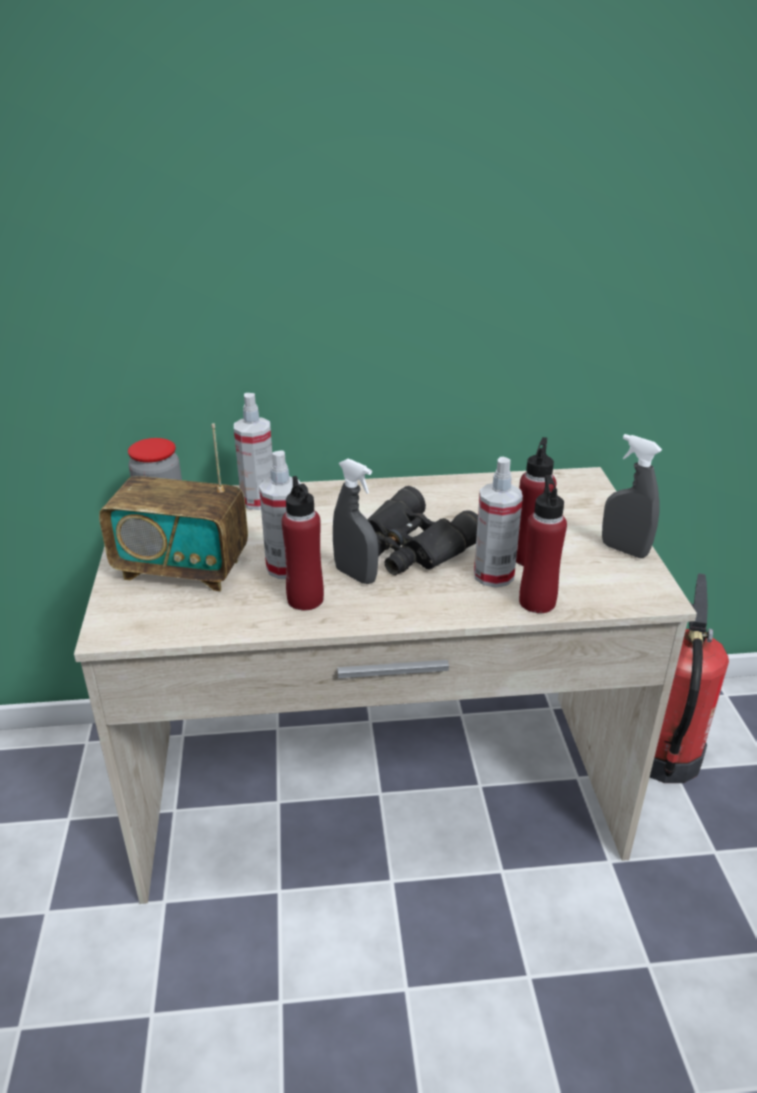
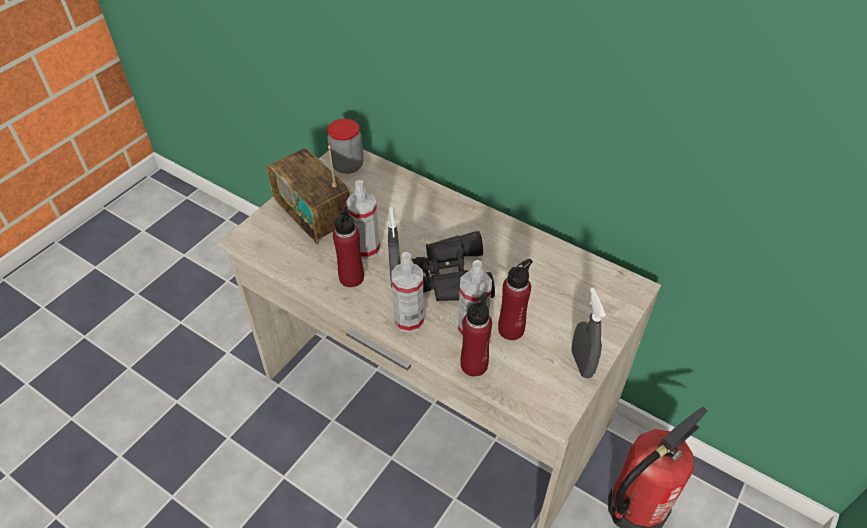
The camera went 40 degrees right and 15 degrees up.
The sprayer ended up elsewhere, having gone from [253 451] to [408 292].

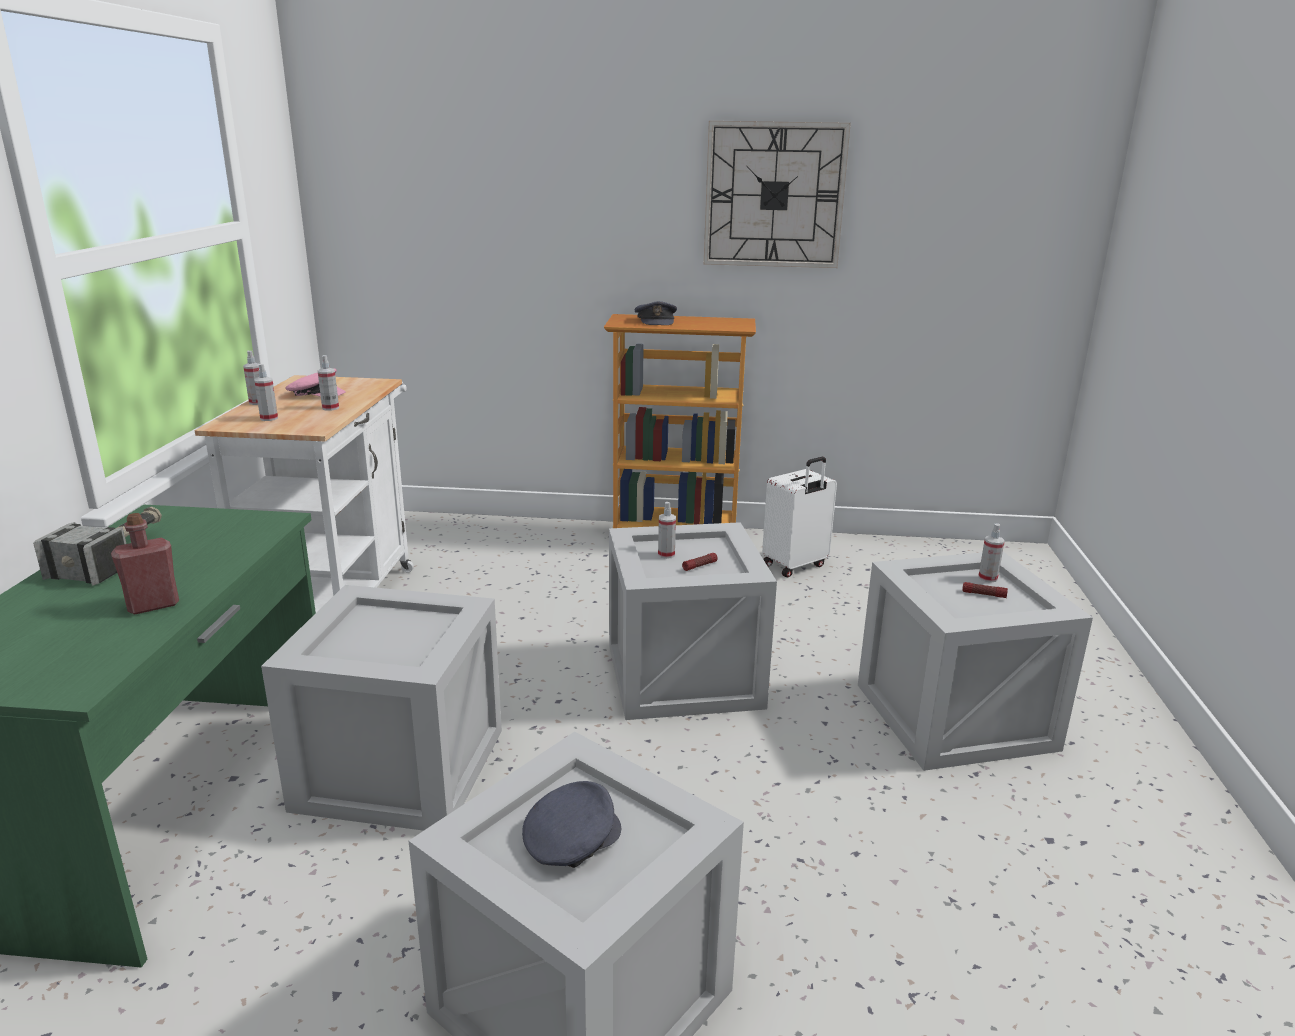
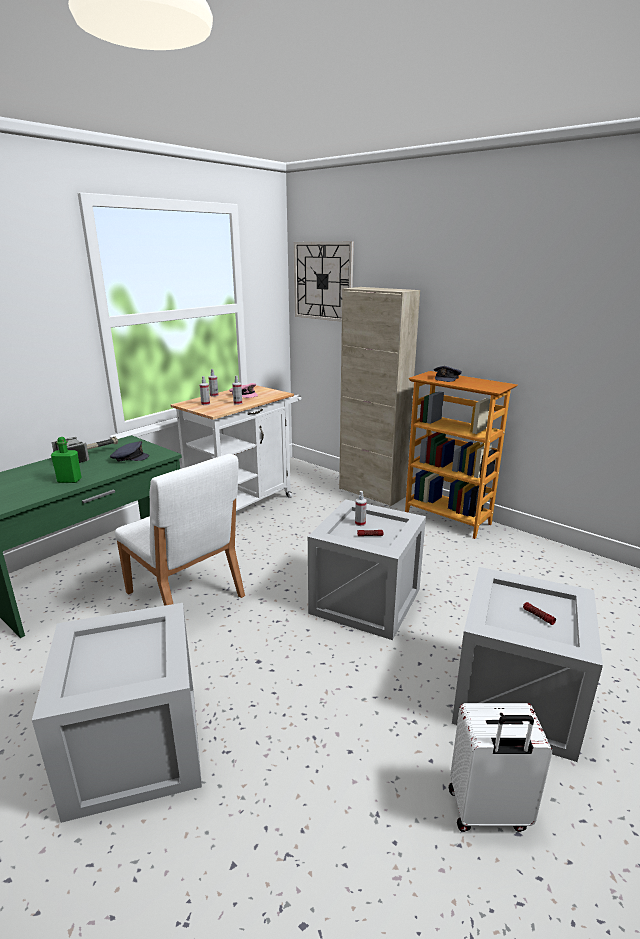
The camera went 35 degrees right and 0 degrees up.
What was the red drink bottle at [145 564] turned into the green-coloured drink bottle at [66 460].
Where the shipping crate stood at [381 708], the whitish upright chair came to stand at [180 530].
The greyish baseball cap ended up elsewhere, having gone from [571 824] to [129 451].
The clock on the wall ended up elsewhere, having gone from [777 194] to [324 282].
The whitish travel case ended up elsewhere, having gone from [799 517] to [501 767].
The second view lost the sprayer at [991 553].
The second view gained the beige-coloured cabinet at [379 396].

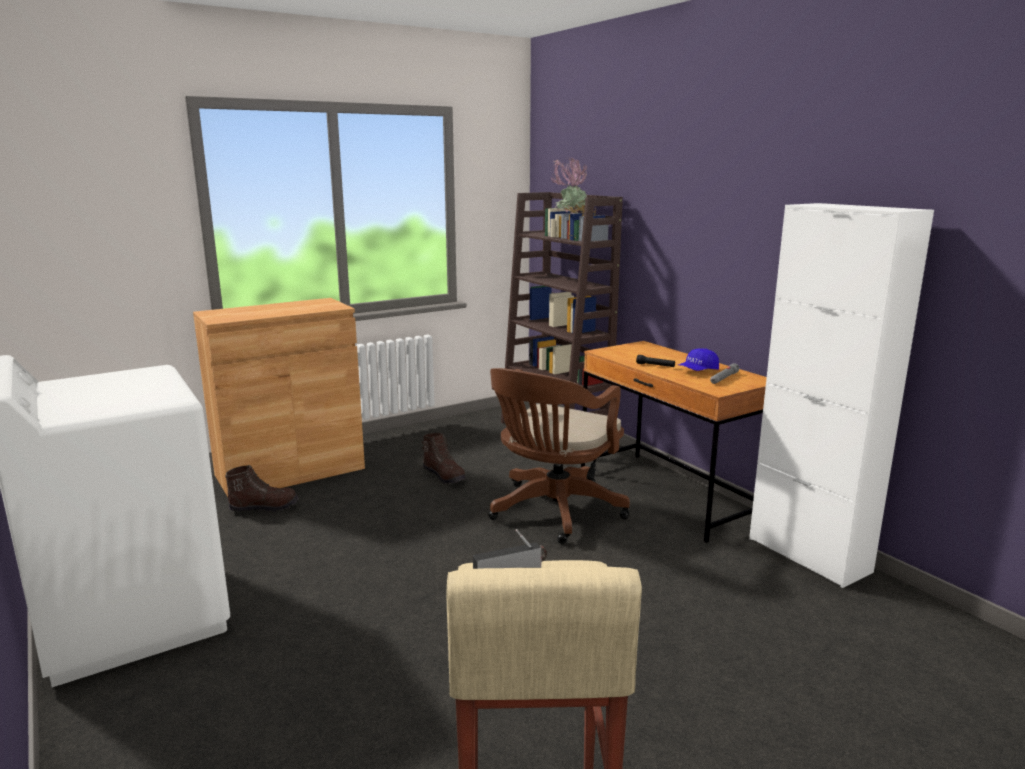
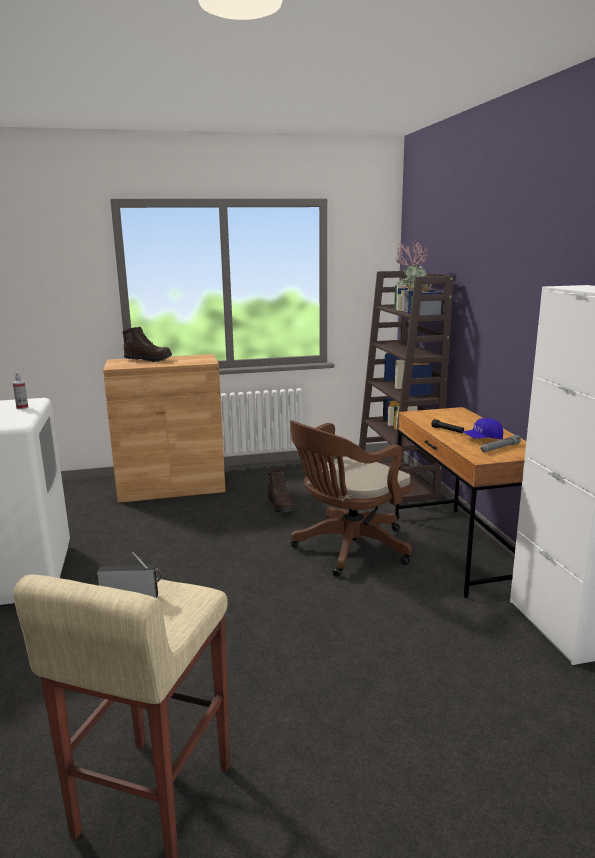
The camera went 20 degrees right and 0 degrees up.
The brown boot ended up elsewhere, having gone from [262 488] to [147 344].
The second view gained the sprayer at [20 390].

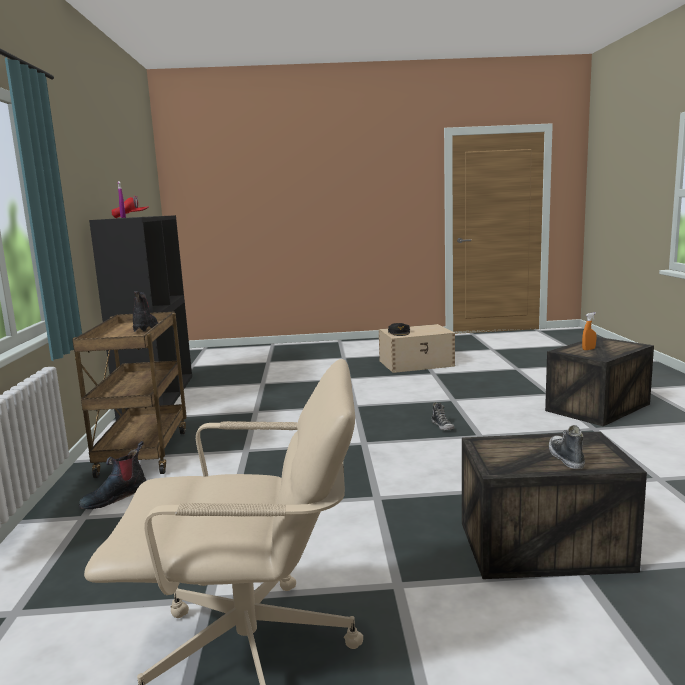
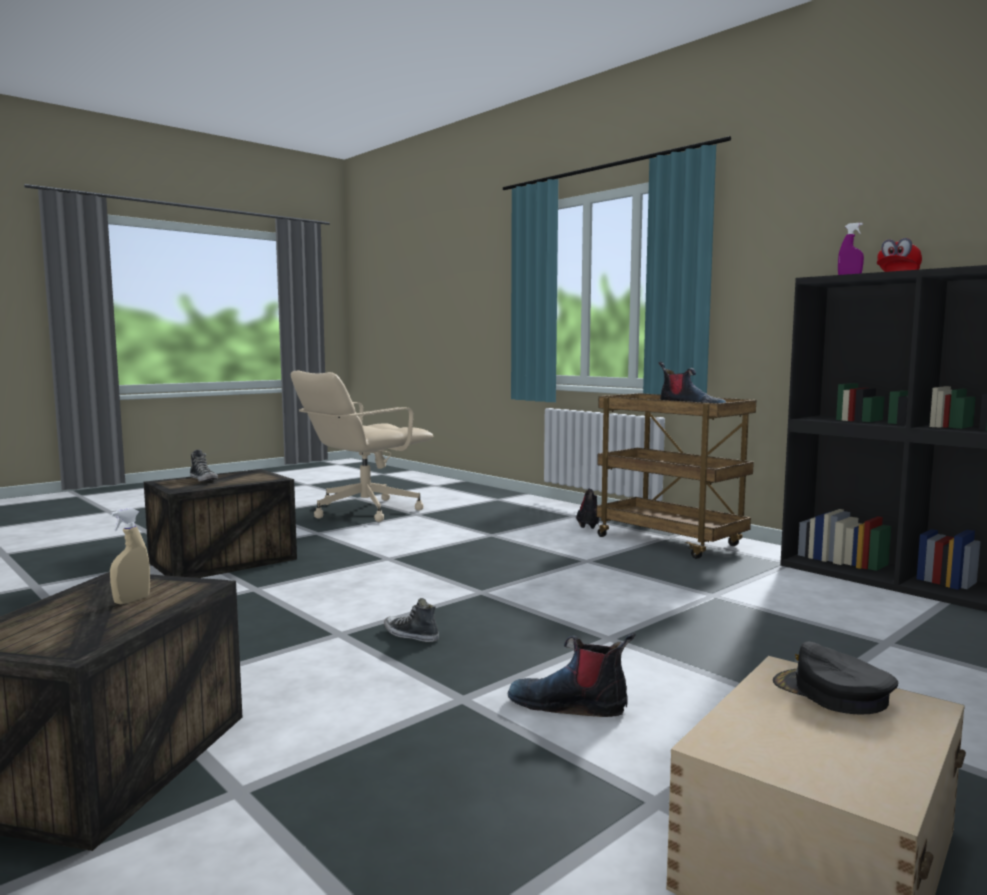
The camera went 140 degrees right and 5 degrees down.
What was the orange-coloured sprayer at [589 331] turned into the beige-coloured sprayer at [130 556].
The second view gained the boot at [572 675].

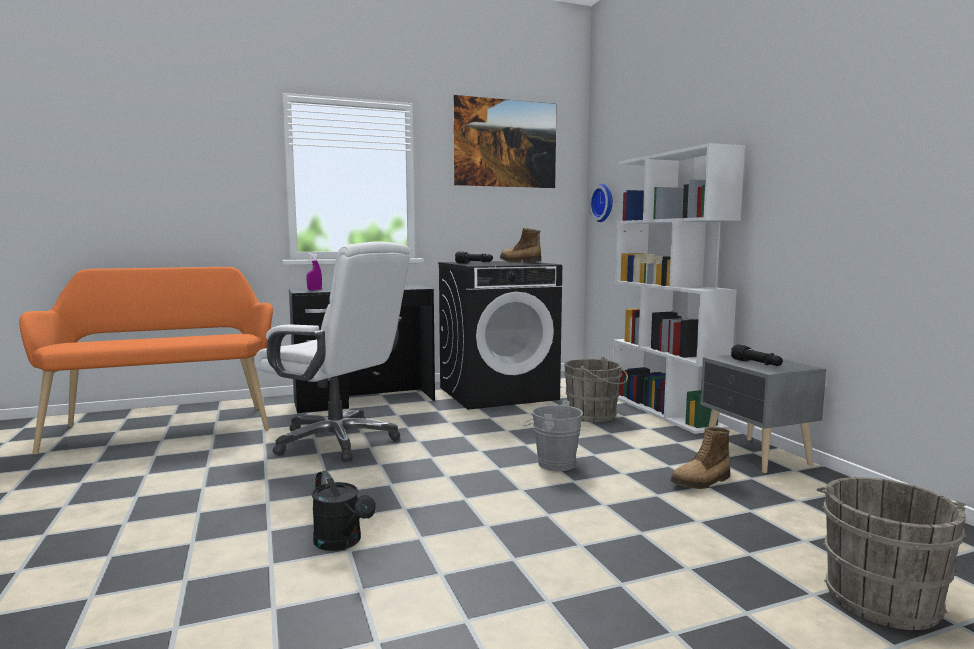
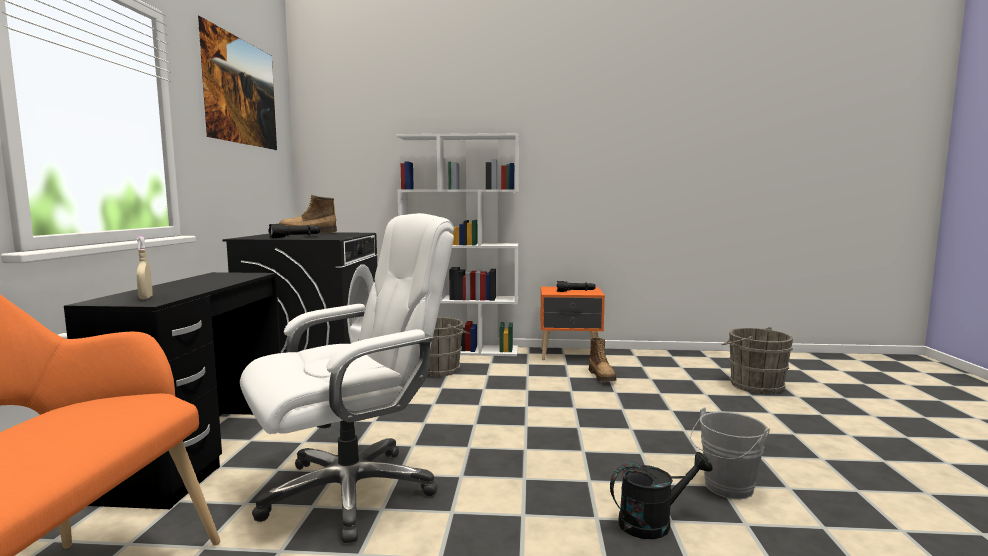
The camera went 65 degrees left and 0 degrees up.
What was the purple-coloured sprayer at [314 271] turned into the beige-coloured sprayer at [144 267].
The greyish bucket ended up elsewhere, having gone from [553 435] to [730 453].
The second view lost the clock on the wall at [601 203].
What was the greyish bedside table at [763 414] turned into the orange-coloured bedside table at [572 323].

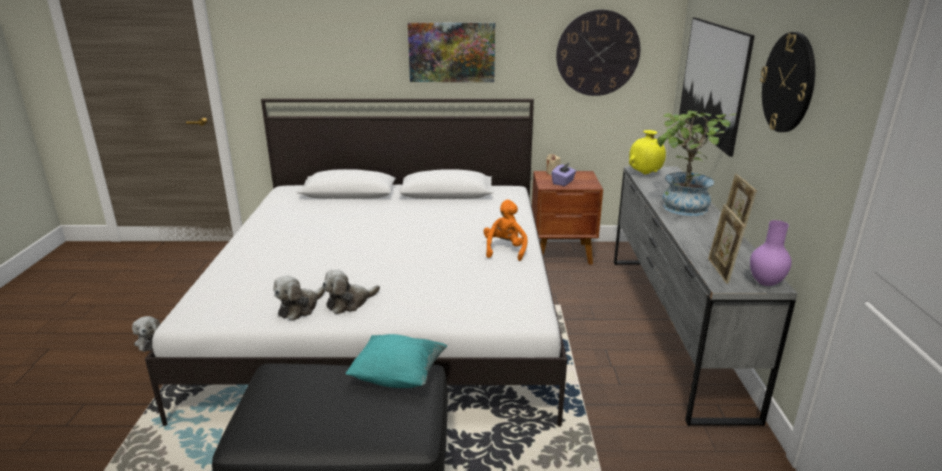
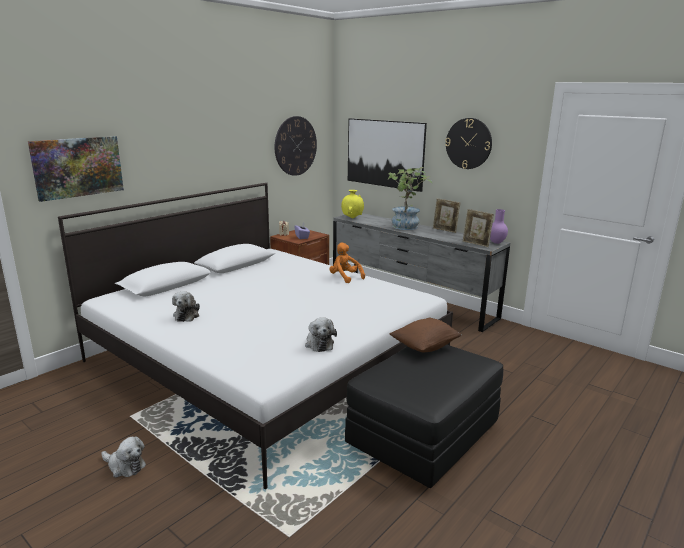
The camera went 50 degrees left and 5 degrees down.
The cuddly toy ended up elsewhere, having gone from [351 291] to [186 306].
What was the turquoise pillow at [396 361] turned into the brown pillow at [425 335].
The wall picture ended up elsewhere, having gone from [451 52] to [76 169].

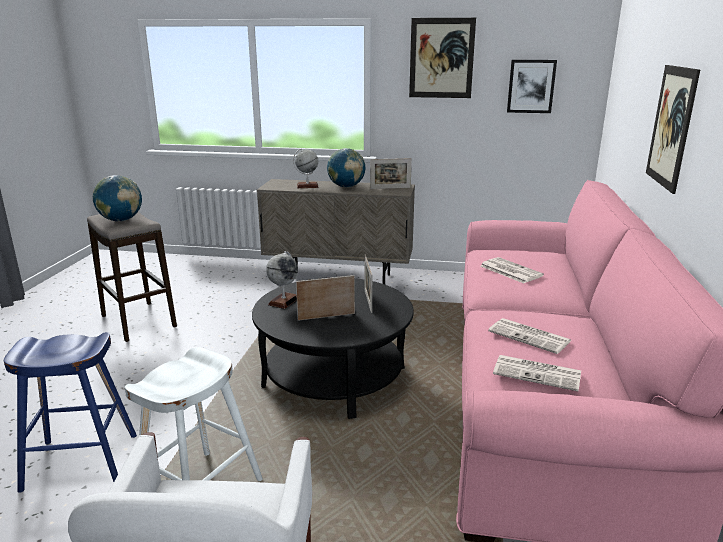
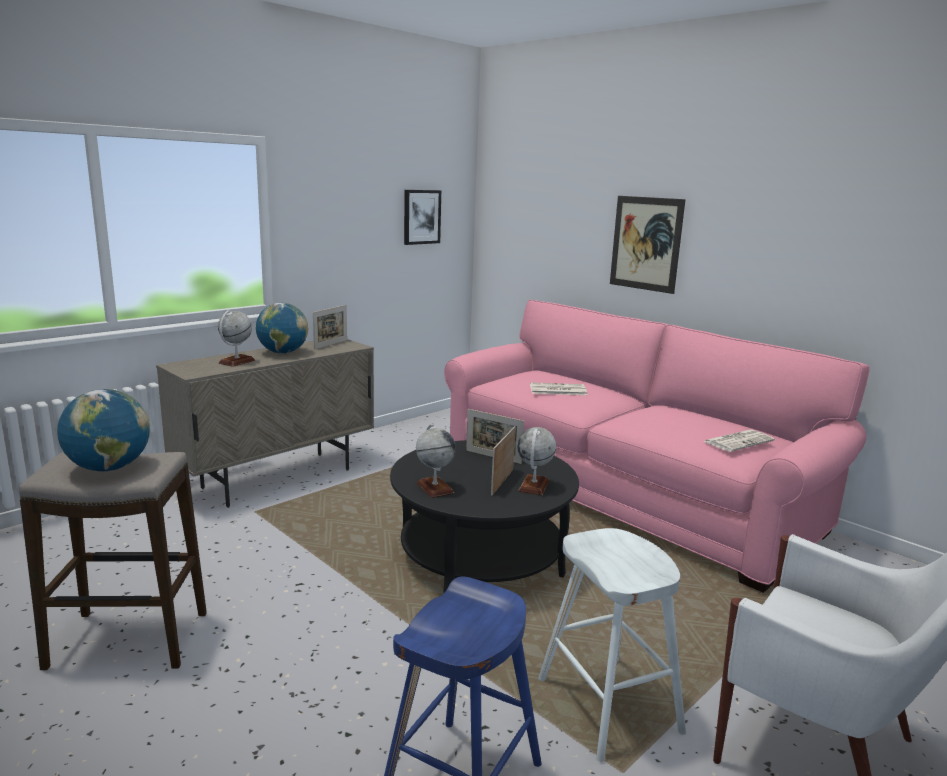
The camera went 55 degrees left and 5 degrees down.
The second view lost the wall picture at [442 58].
The second view lost the printed paper at [529 336].
The second view gained the world globe at [536 461].

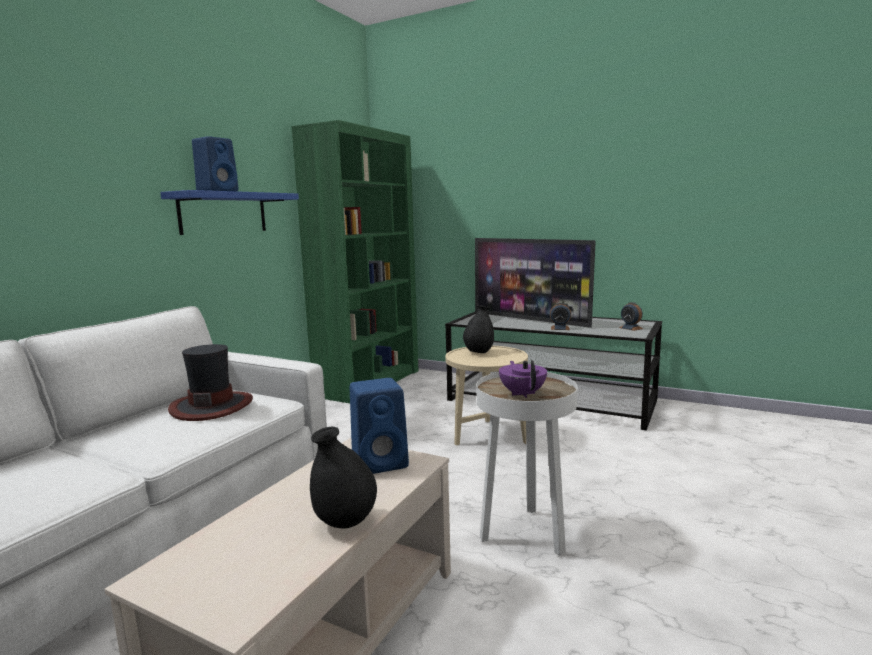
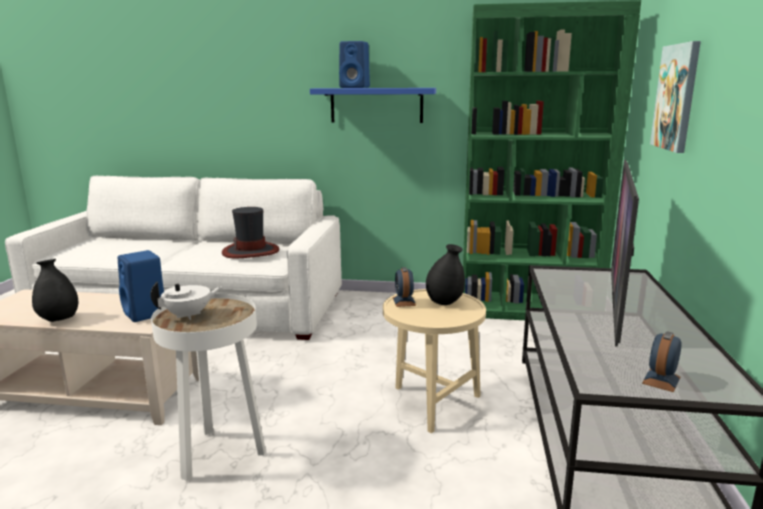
The camera went 70 degrees right and 5 degrees up.
What was the purple-coloured tea pot at [523 379] turned into the whitish tea pot at [186 300].
The alarm clock ended up elsewhere, having gone from [560 316] to [404 287].
The second view gained the wall picture at [675 97].

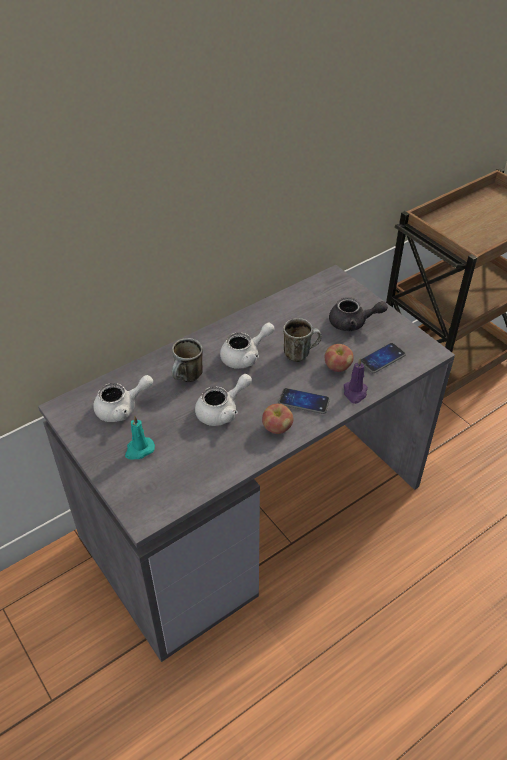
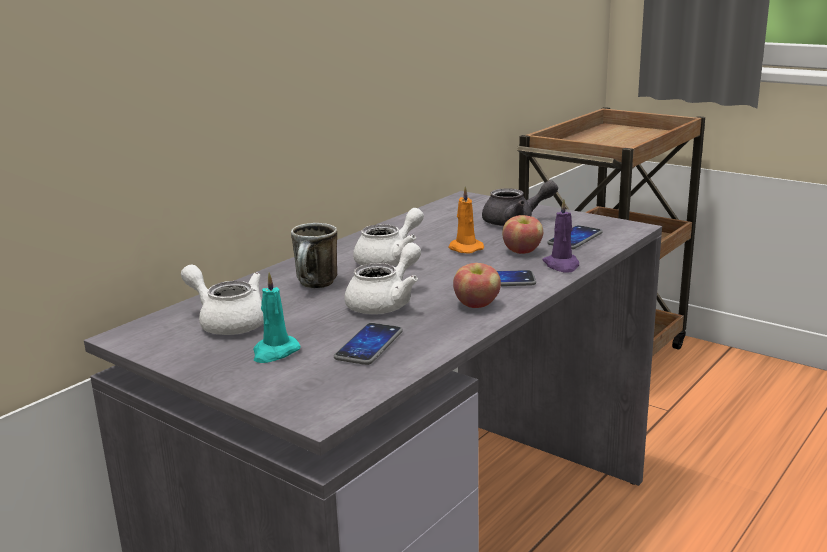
The camera went 15 degrees left and 25 degrees down.
The whitish tea pot at [123 398] ended up facing another way, 105 degrees counterclockwise from before.
Where the mug stood at [302 340], the orange-coloured wax candle came to stand at [466 220].
The second view gained the phone at [368 344].

